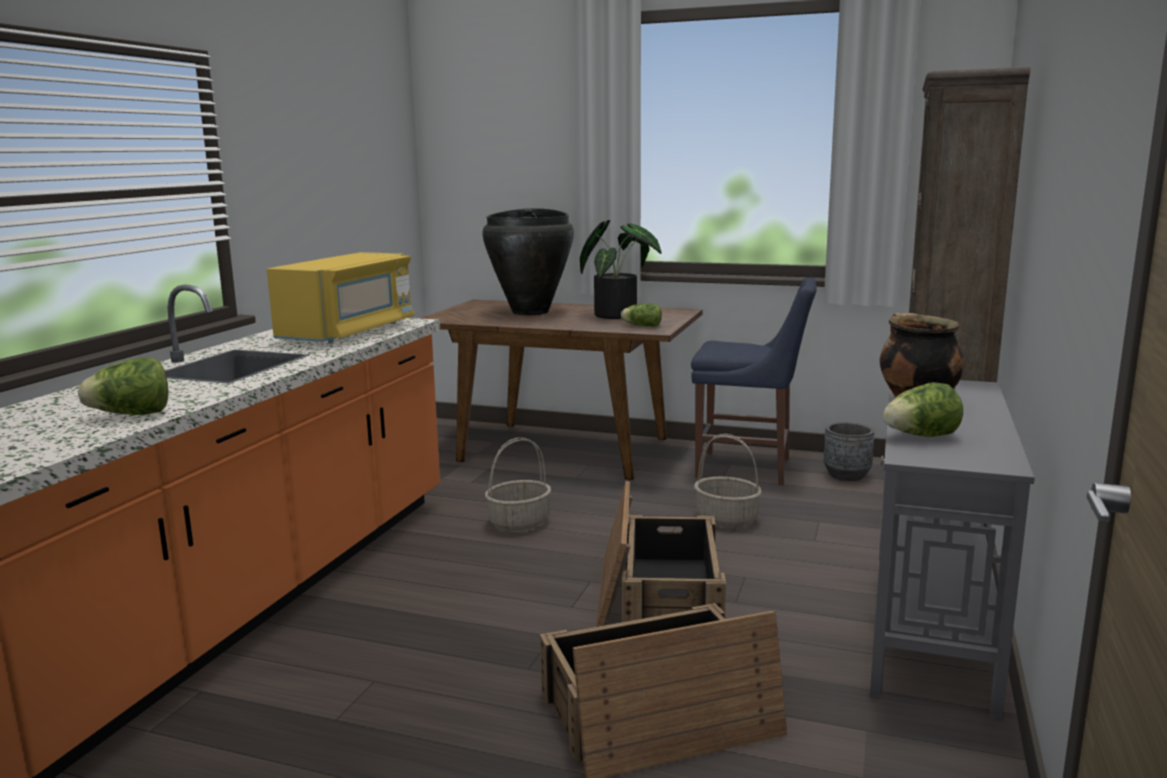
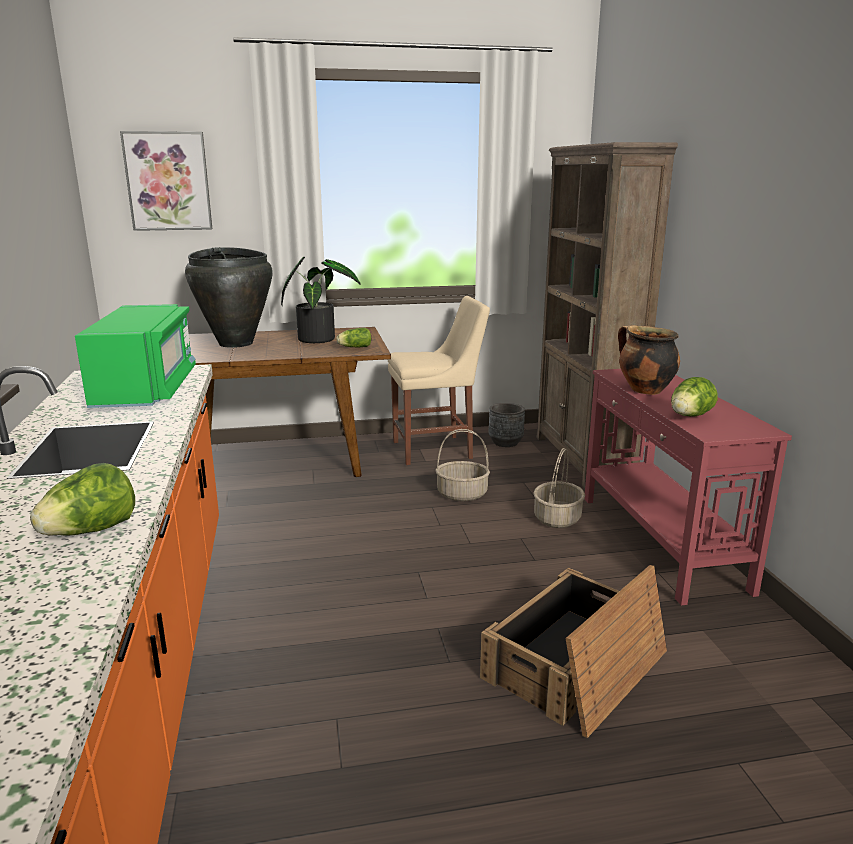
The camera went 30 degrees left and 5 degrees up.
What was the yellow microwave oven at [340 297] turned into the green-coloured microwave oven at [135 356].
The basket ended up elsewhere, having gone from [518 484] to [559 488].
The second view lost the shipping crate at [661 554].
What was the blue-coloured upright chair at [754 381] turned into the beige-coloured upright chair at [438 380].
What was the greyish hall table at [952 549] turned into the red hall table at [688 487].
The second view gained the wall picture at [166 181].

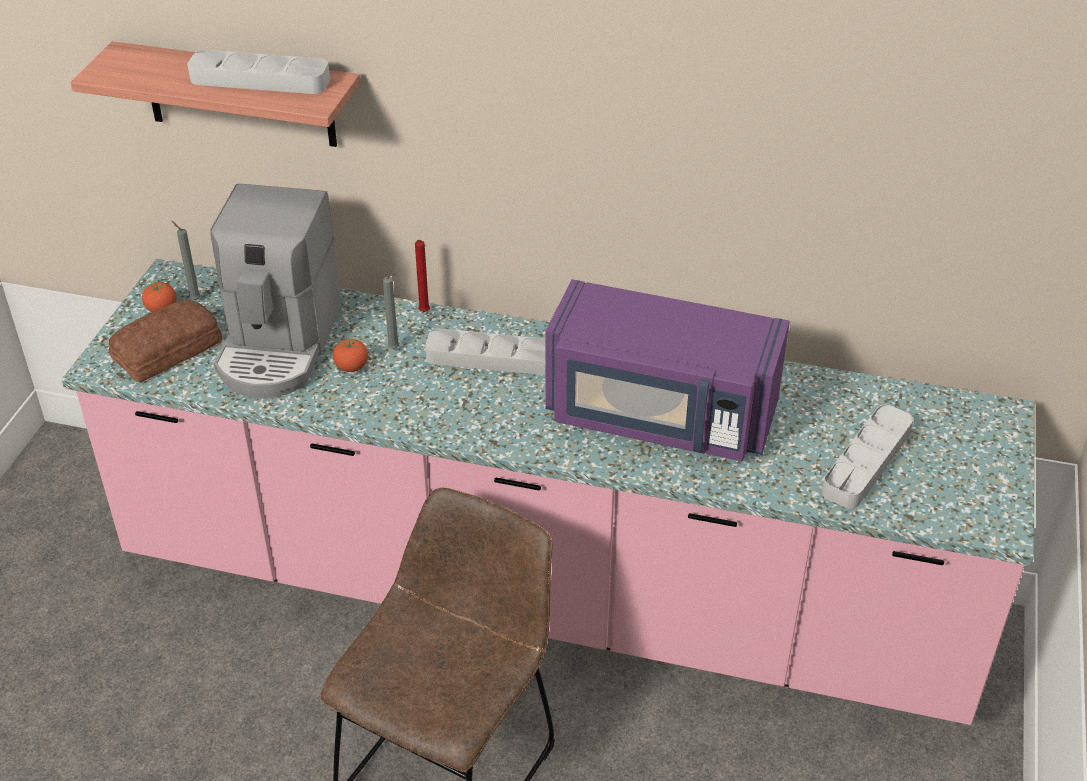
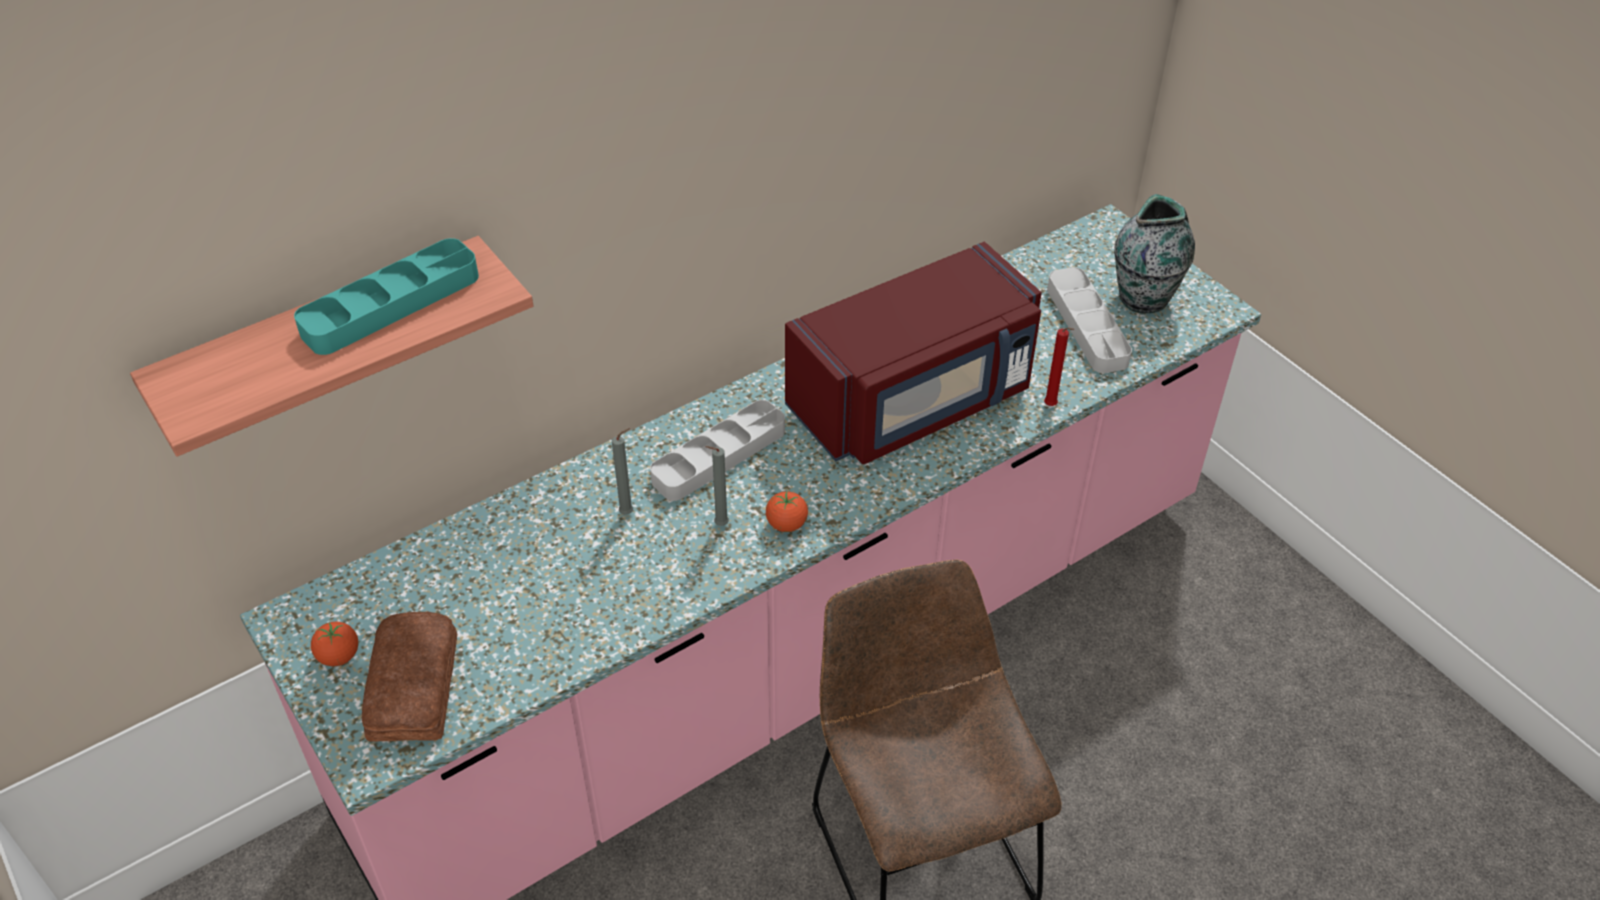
The camera went 50 degrees left and 5 degrees up.
The greyish wax candle ended up elsewhere, having gone from [186 260] to [717 486].
What was the greyish carrying tray at [258 72] turned into the turquoise carrying tray at [386 296].
The second view lost the coffee brewer at [275 291].
The fresh tomato ended up elsewhere, having gone from [350 355] to [787 511].
The red wax candle ended up elsewhere, having gone from [422 276] to [1059 366].
What was the purple-coloured microwave oven at [667 370] turned into the red microwave oven at [913 353].
The second view gained the vase at [1154 253].

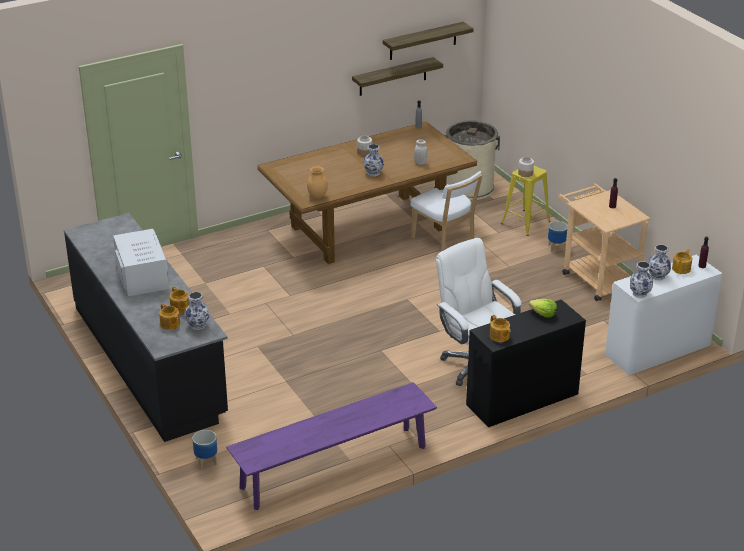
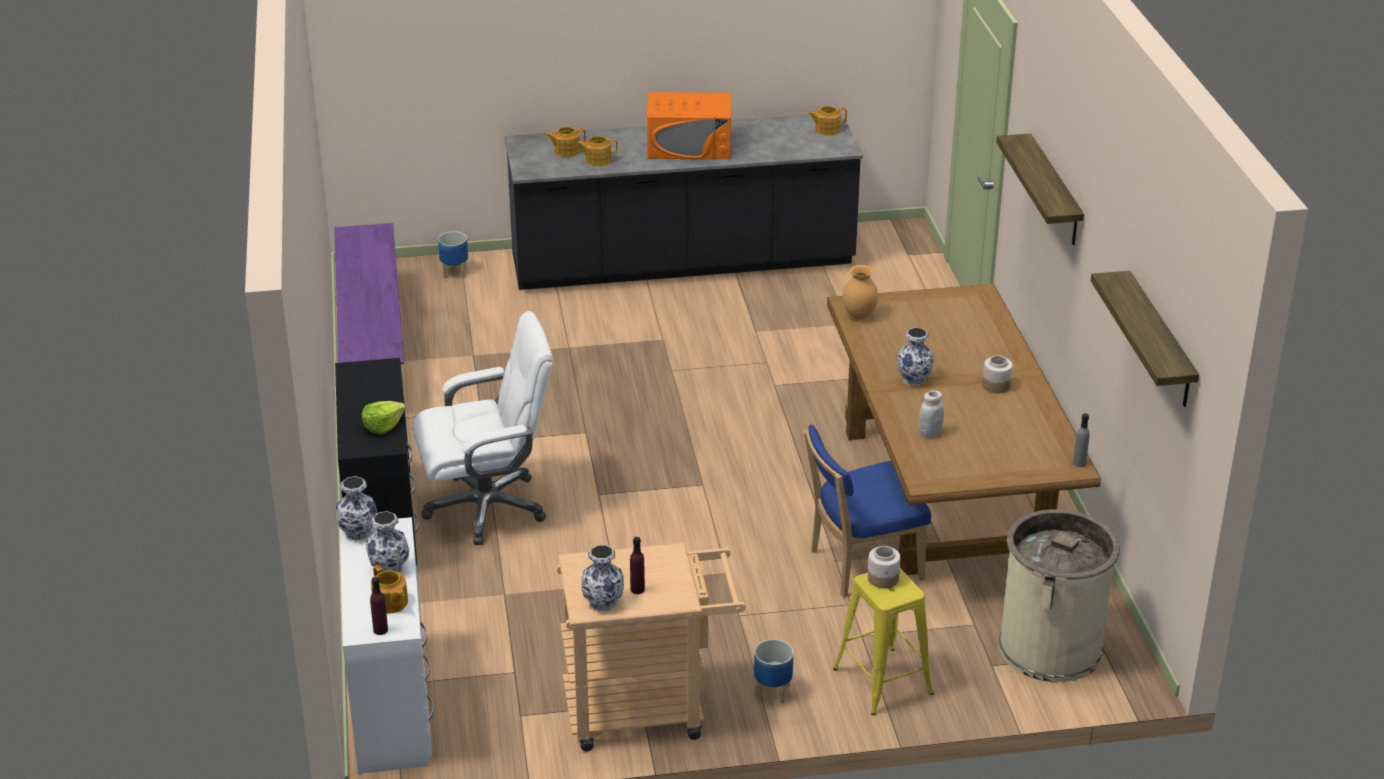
The camera went 110 degrees right and 0 degrees up.
What was the whitish microwave oven at [141 262] turned into the orange-coloured microwave oven at [689 125].
The vase ended up elsewhere, having gone from [197 311] to [603 578].
The bracket shelf ended up elsewhere, having gone from [397 76] to [1040 189].
What was the whitish upright chair at [446 211] turned into the blue-coloured upright chair at [867 510].
The tea pot ended up elsewhere, having gone from [500 328] to [827 120].

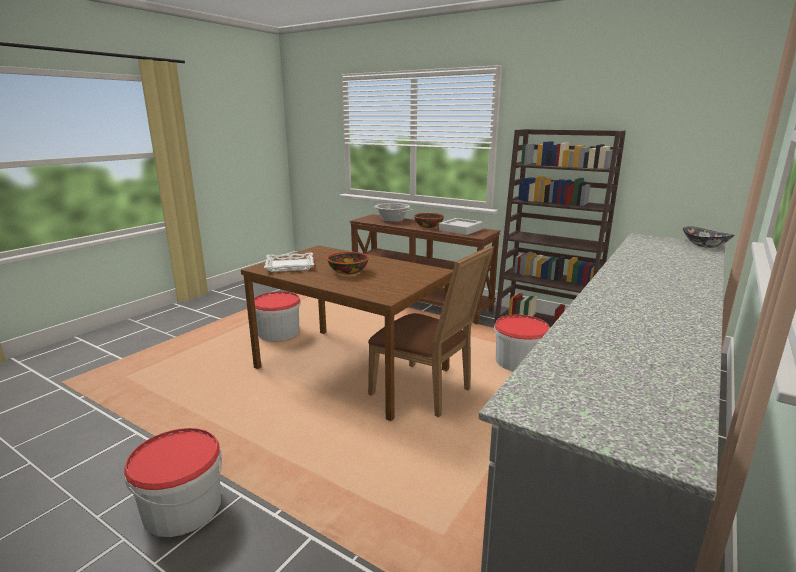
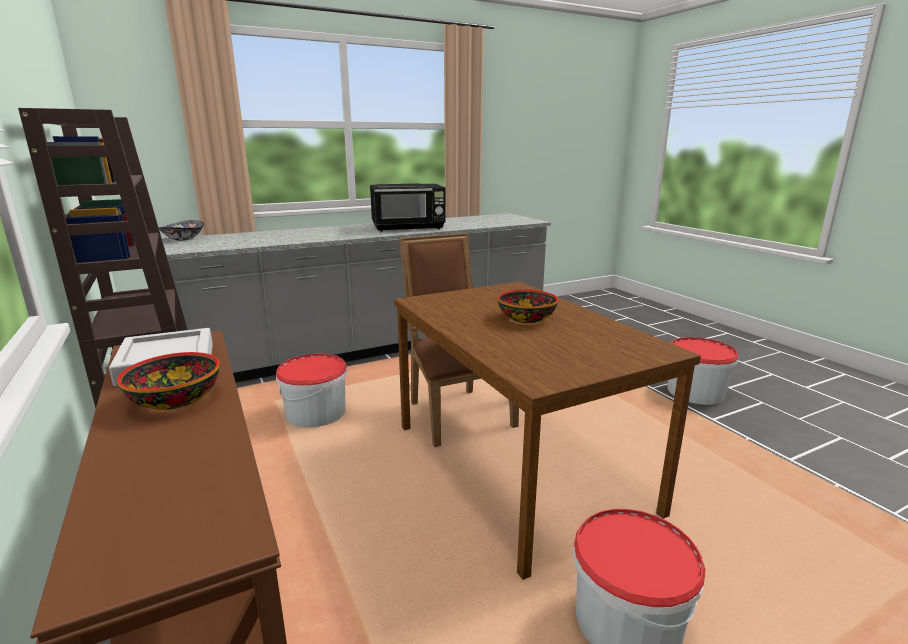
The camera went 150 degrees left and 0 degrees up.
The second view lost the whitish carrying tray at [289 262].
The second view lost the cooking pot at [393 212].
The second view gained the blackish microwave oven at [408 208].

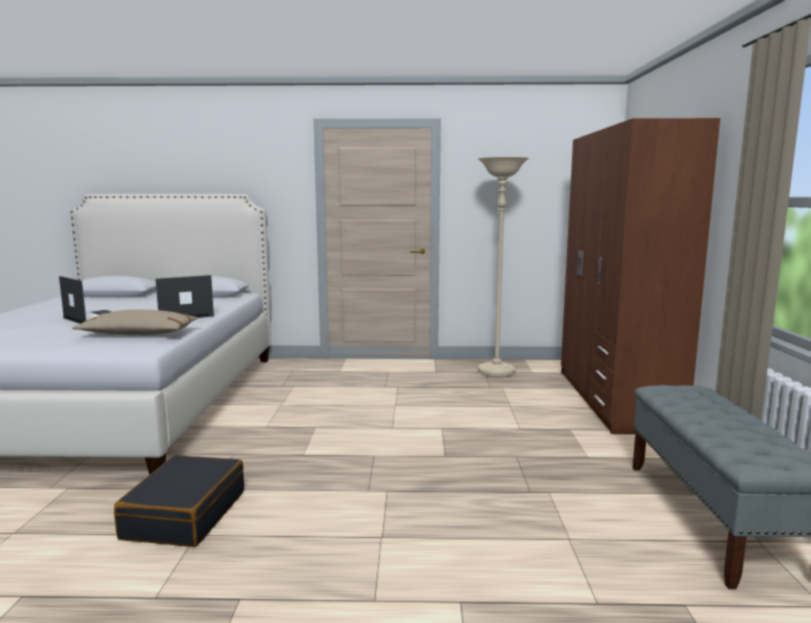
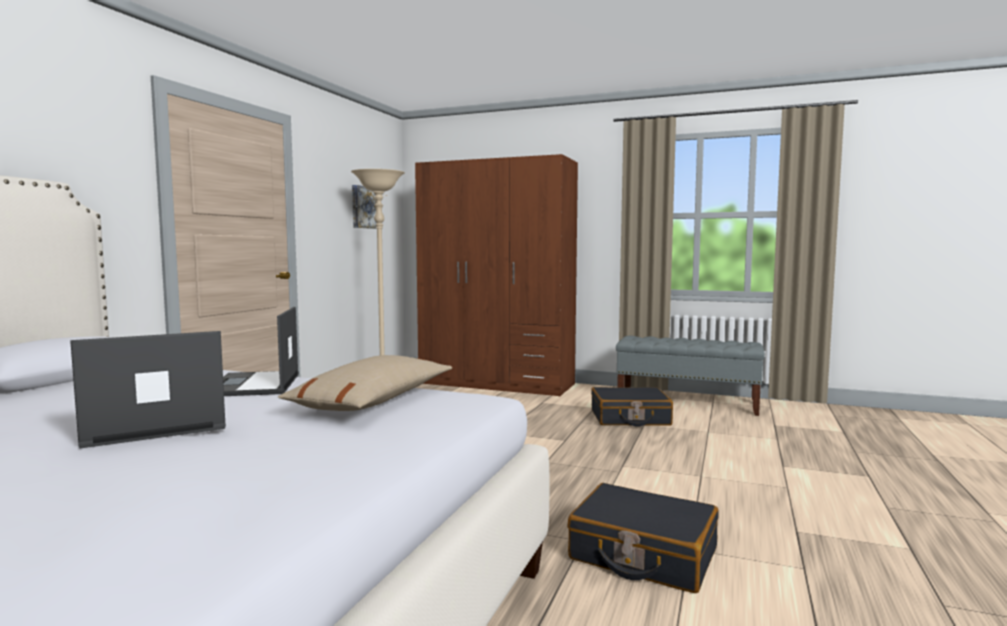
The camera went 70 degrees left and 5 degrees down.
The second view gained the wall picture at [364 207].
The second view gained the blackish travel case at [632 406].

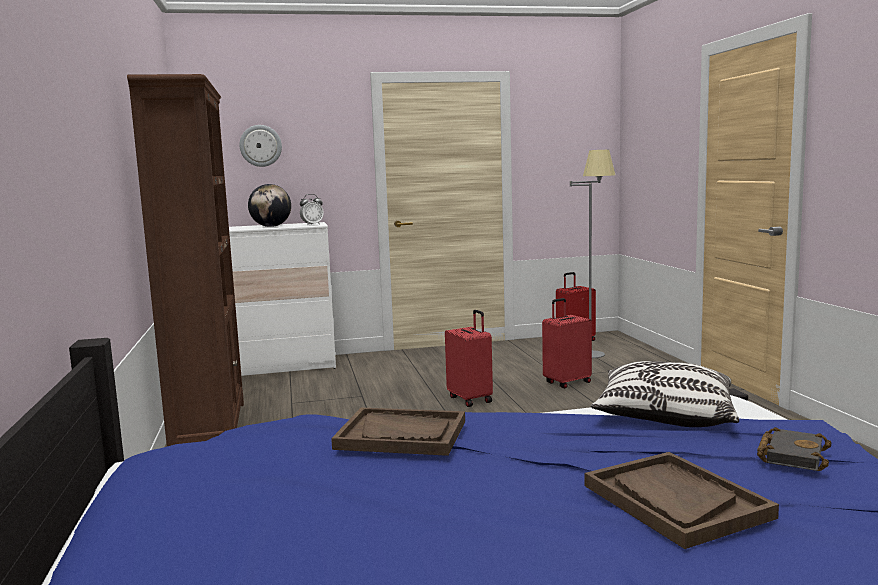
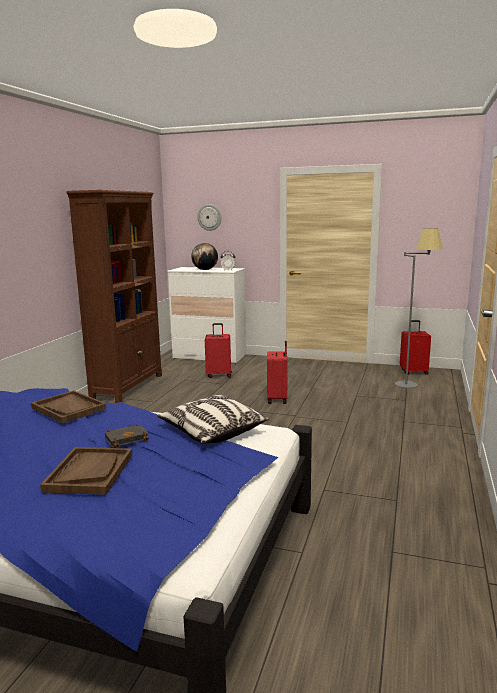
The camera went 30 degrees right and 5 degrees up.
The red travel case ended up elsewhere, having gone from [567 343] to [218 350].
The blackish book ended up elsewhere, having gone from [794 449] to [127 436].

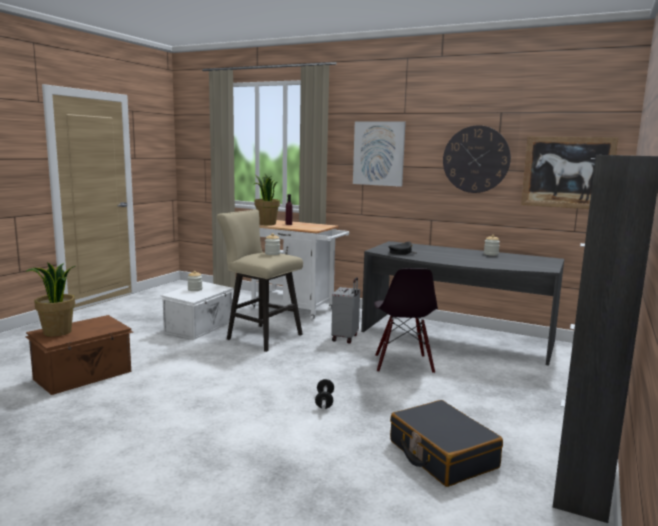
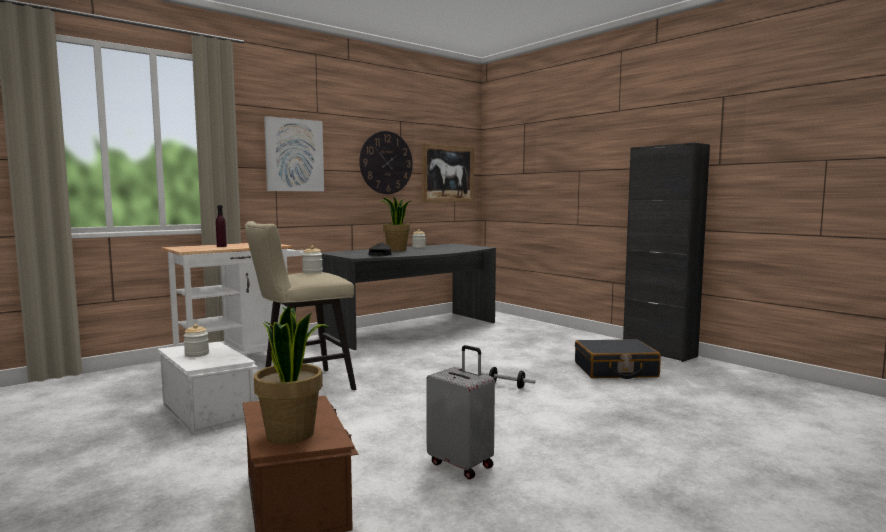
The camera went 65 degrees left and 5 degrees down.
The plant in a pot ended up elsewhere, having gone from [266 199] to [396 223].
The greyish travel case ended up elsewhere, having gone from [345 310] to [460 412].
The second view lost the blackish upright chair at [406 321].

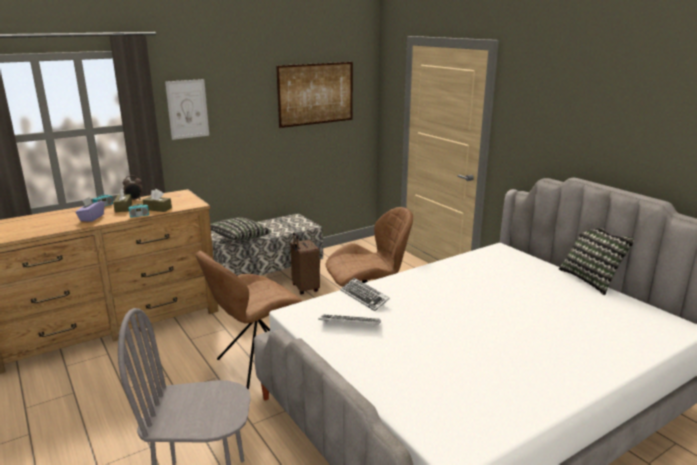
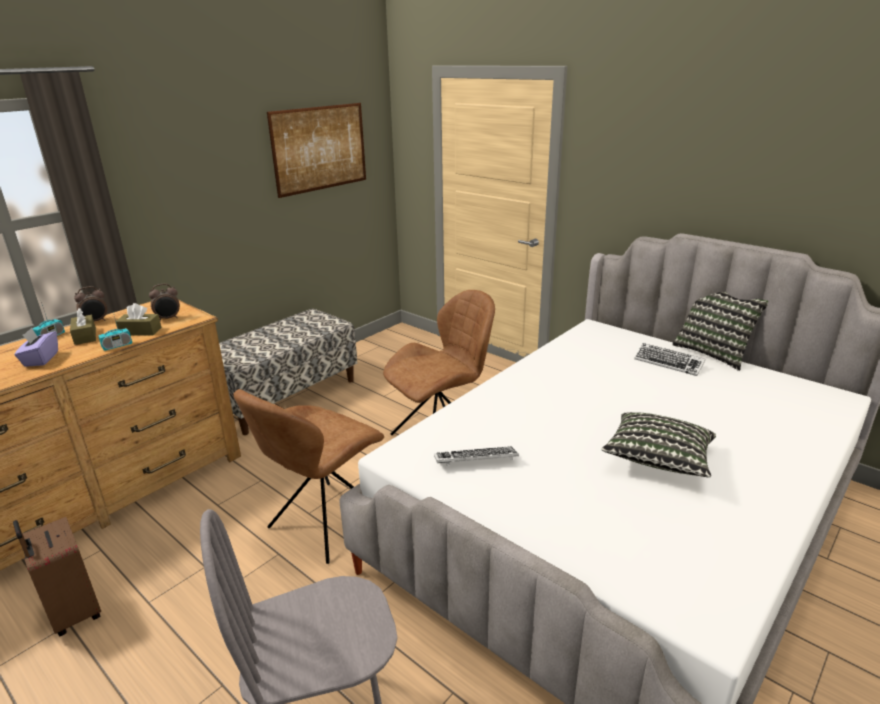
The camera went 15 degrees left and 5 degrees up.
The second view lost the wall picture at [187 109].
The pillow ended up elsewhere, having gone from [241 228] to [658 445].
The brown travel case ended up elsewhere, having gone from [305 263] to [57 576].
The keyboard ended up elsewhere, having gone from [365 294] to [669 359].
The second view gained the alarm clock at [164 302].

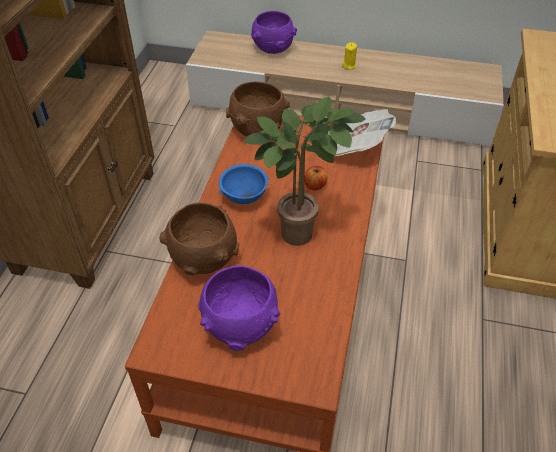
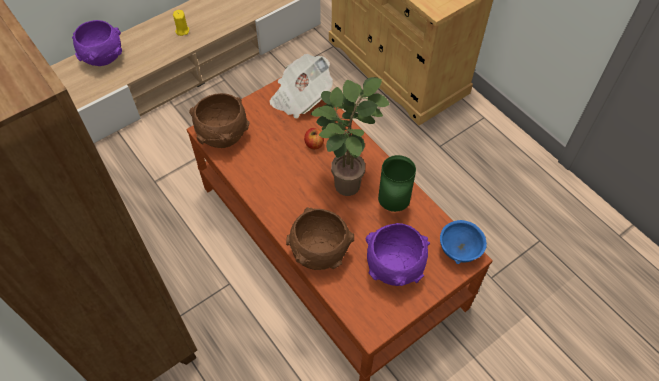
The camera went 50 degrees left and 10 degrees up.
The blue-coloured deep dish ended up elsewhere, having gone from [244 184] to [463 242].
The second view gained the green-coloured vase at [397 183].

